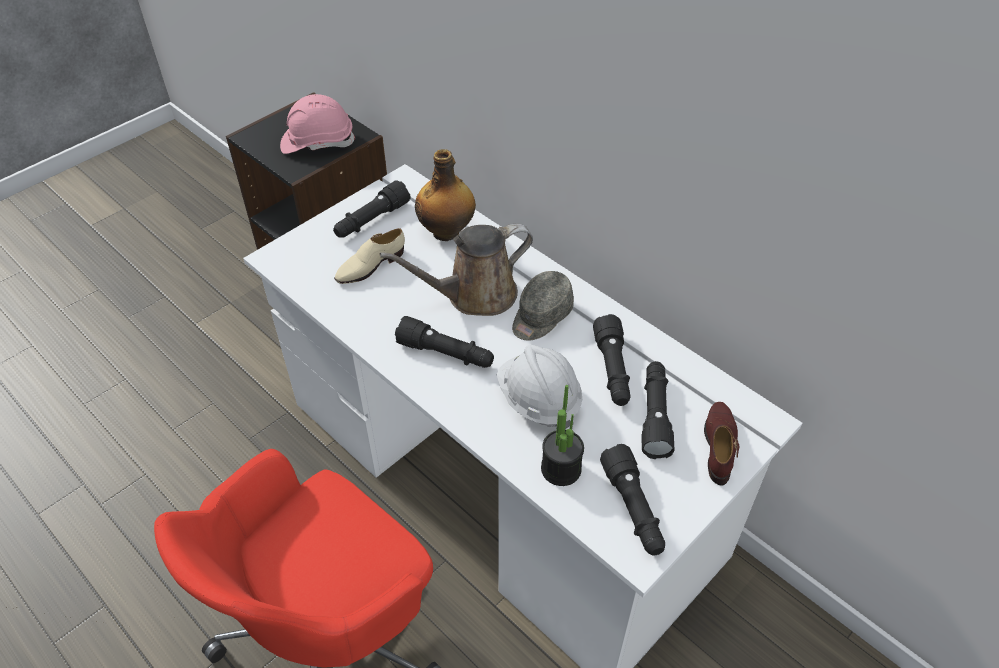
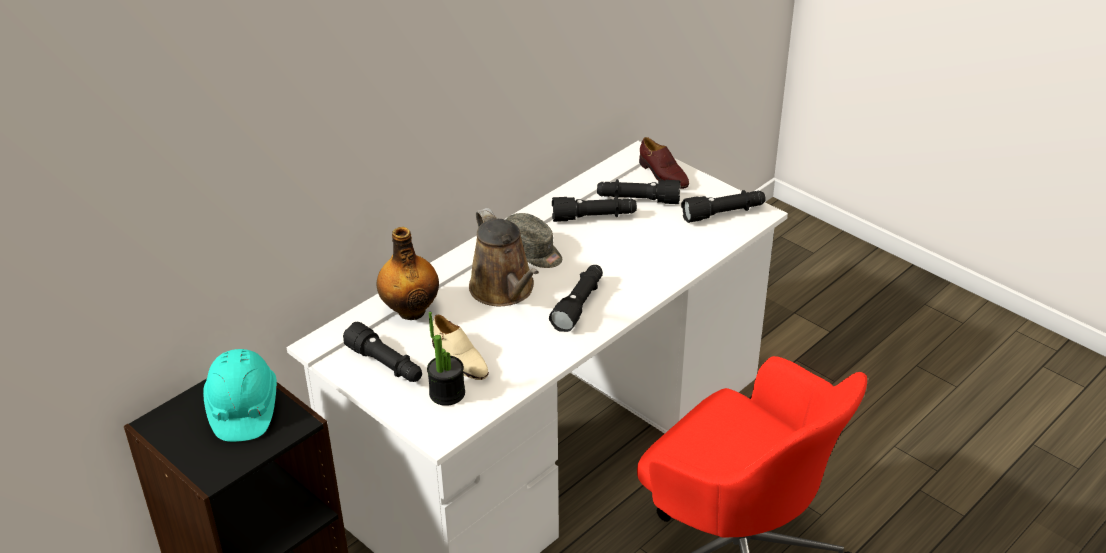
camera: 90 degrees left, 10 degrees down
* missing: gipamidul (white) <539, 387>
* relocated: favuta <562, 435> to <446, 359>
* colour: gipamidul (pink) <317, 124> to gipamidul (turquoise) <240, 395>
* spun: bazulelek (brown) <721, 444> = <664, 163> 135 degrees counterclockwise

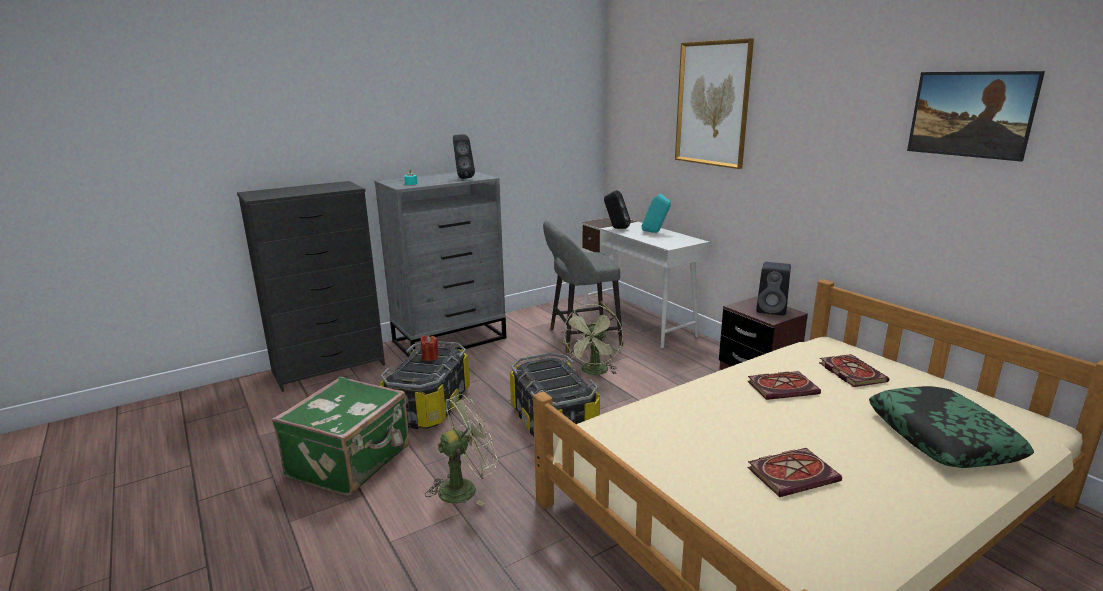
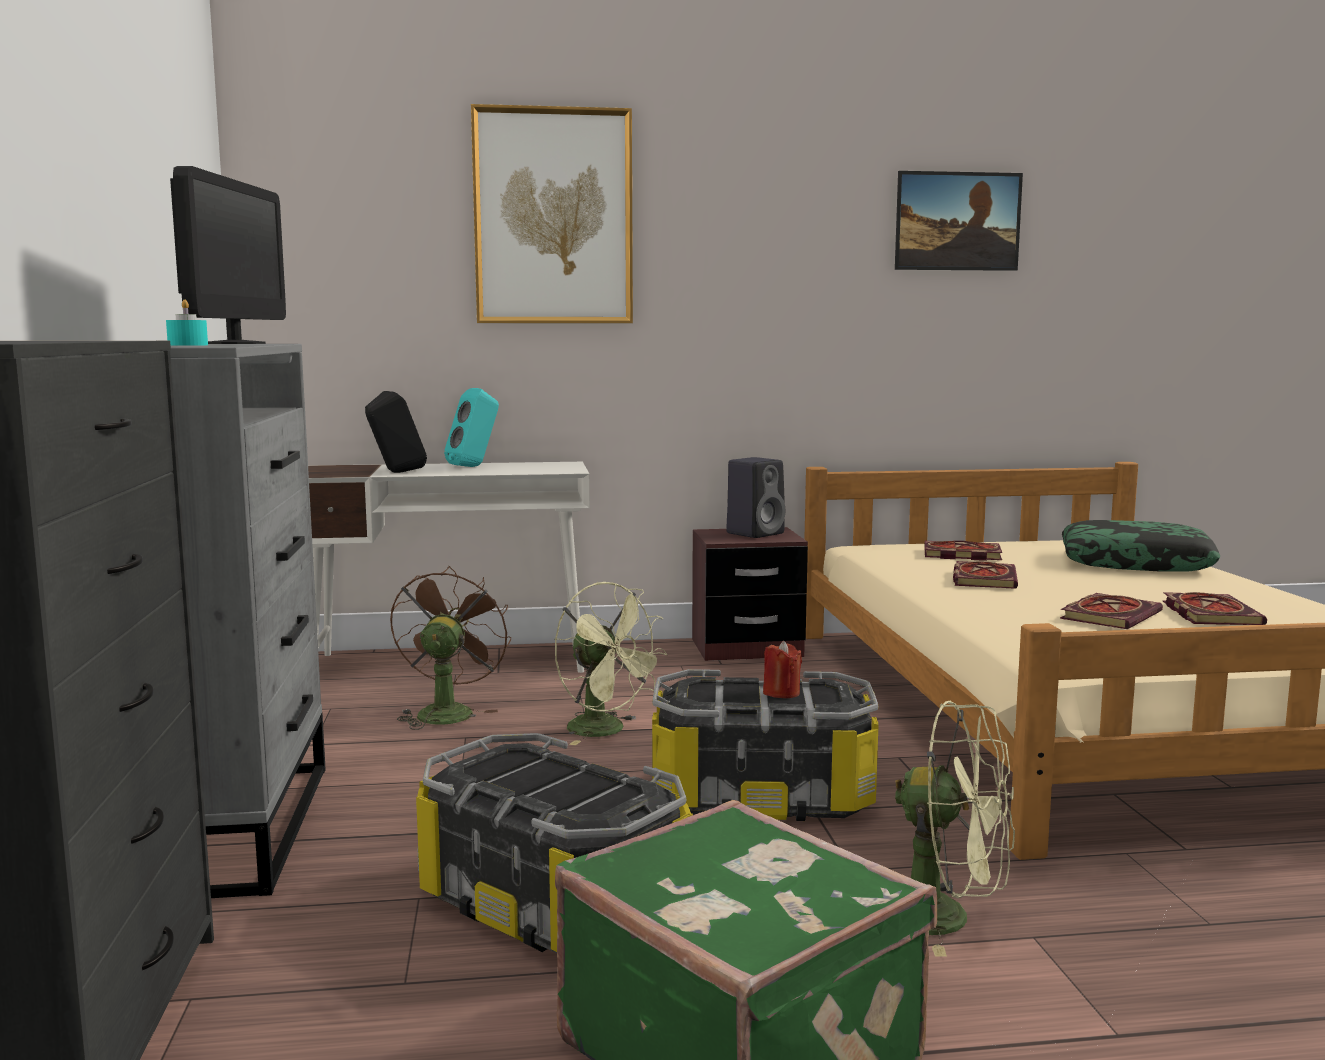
camera: 65 degrees left, 10 degrees down
* appeared: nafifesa <1111, 611>
* relocated: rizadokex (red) <429, 348> to <782, 669>
* exchanged: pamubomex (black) <464, 156> to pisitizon <228, 255>
* exchanged: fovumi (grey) <583, 287> to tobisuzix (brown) <450, 648>
* spun: tobisuzix (green) <461, 450> = <955, 829> 120 degrees clockwise

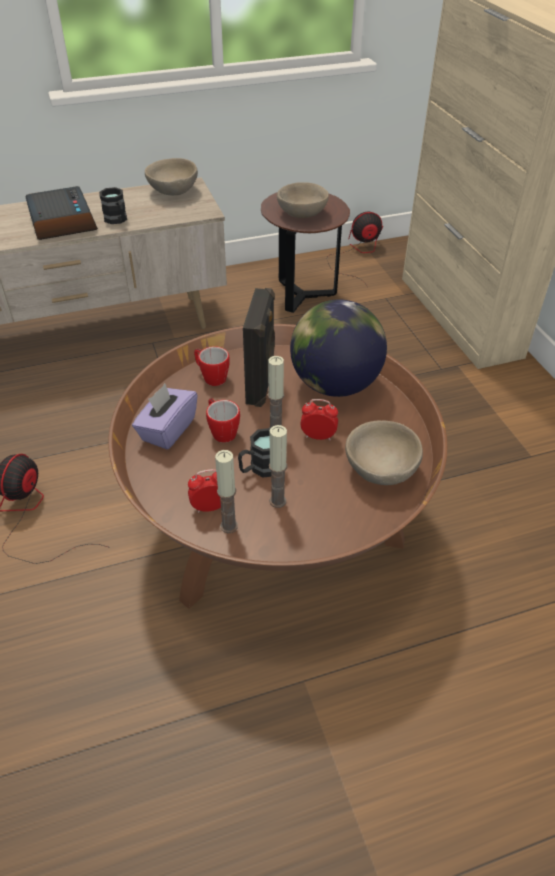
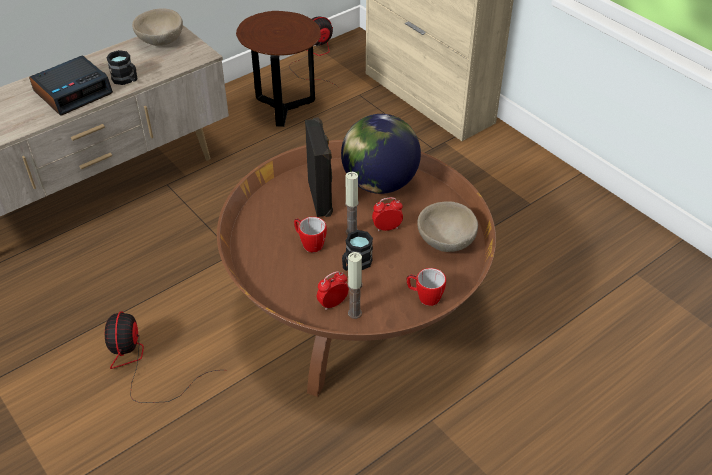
camera: 20 degrees left, 0 degrees up
* missing: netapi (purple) <165, 416>
* missing: rizadokex <278, 466>
* missing: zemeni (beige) <303, 200>
* relocated: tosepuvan <212, 366> to <426, 287>
* spun: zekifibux <62, 213> = <71, 85> 90 degrees clockwise

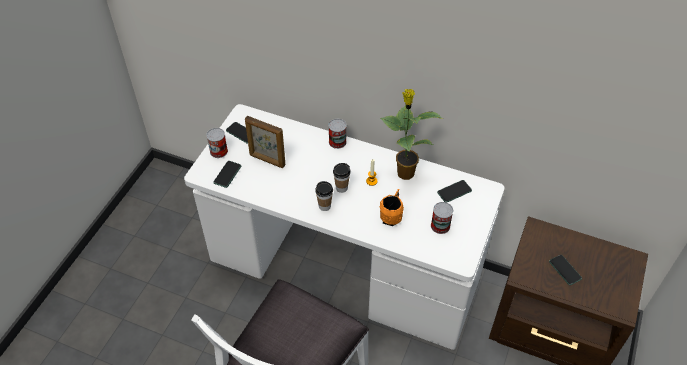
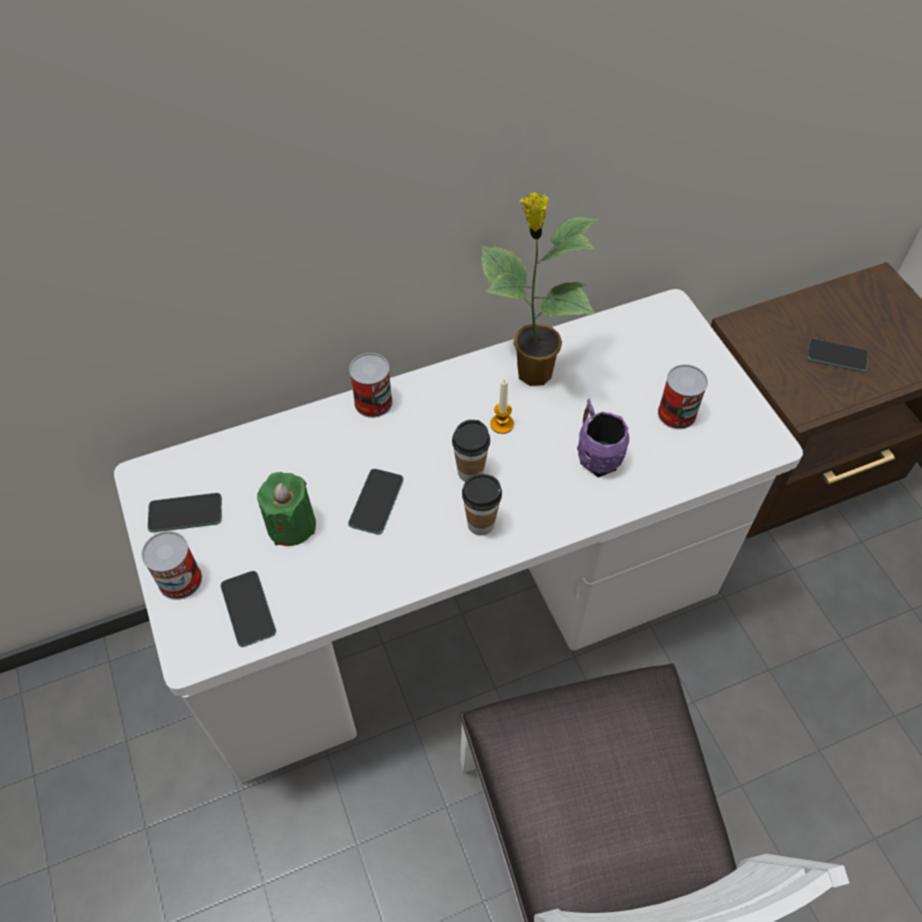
camera: 45 degrees left, 5 degrees up
* relocated: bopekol <454, 191> to <375, 501>
* exchanged: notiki <265, 142> to rizadokex (green) <286, 509>
* colour: tosepuvan (orange) <391, 207> to tosepuvan (purple) <603, 438>

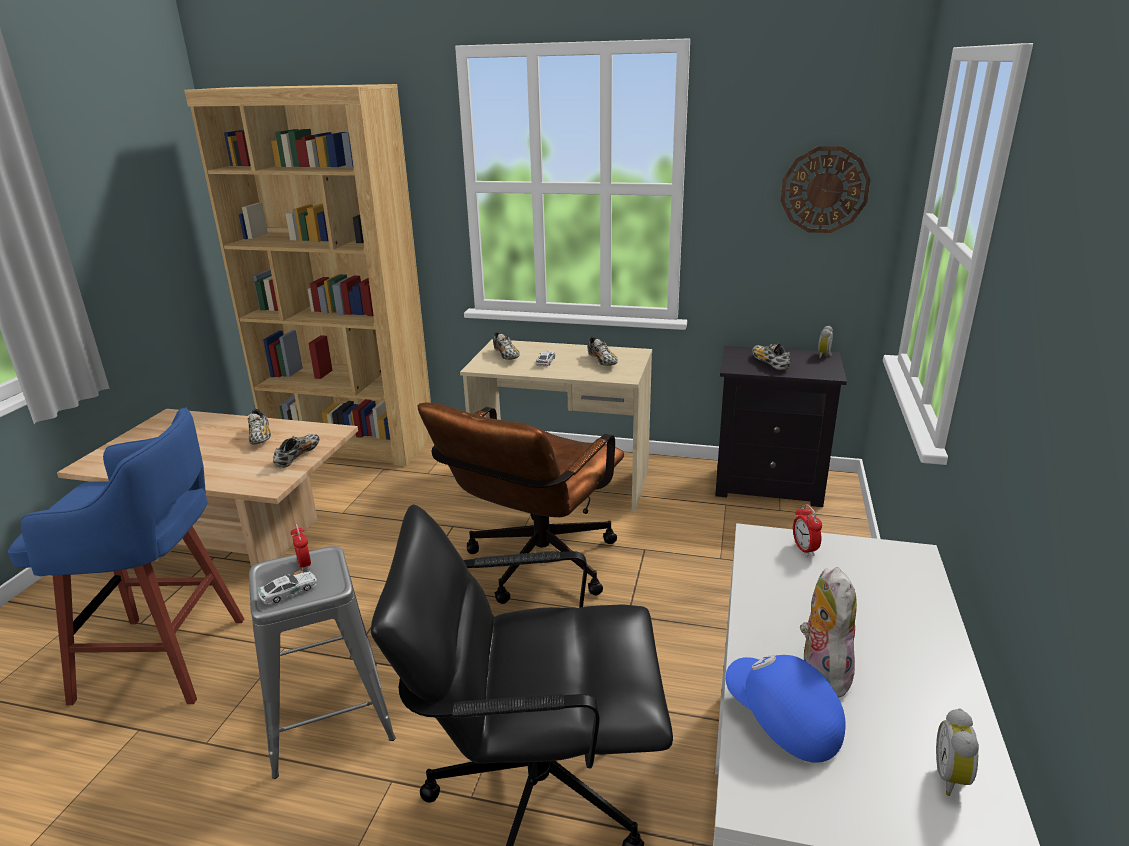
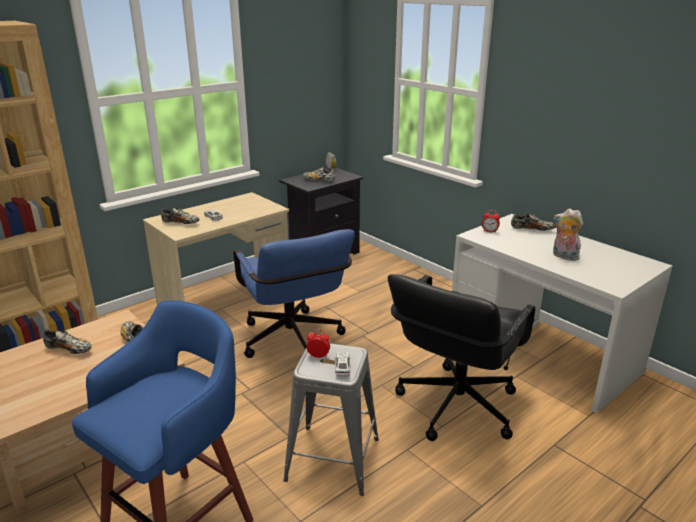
camera: 55 degrees left, 0 degrees up
* missing: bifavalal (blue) <786, 709>
* missing: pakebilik <826, 189>
* missing: zekifibux <957, 752>
* relocated: bazulelek <602, 351> to <533, 222>
* colour: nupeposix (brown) <521, 503> to nupeposix (blue) <294, 293>

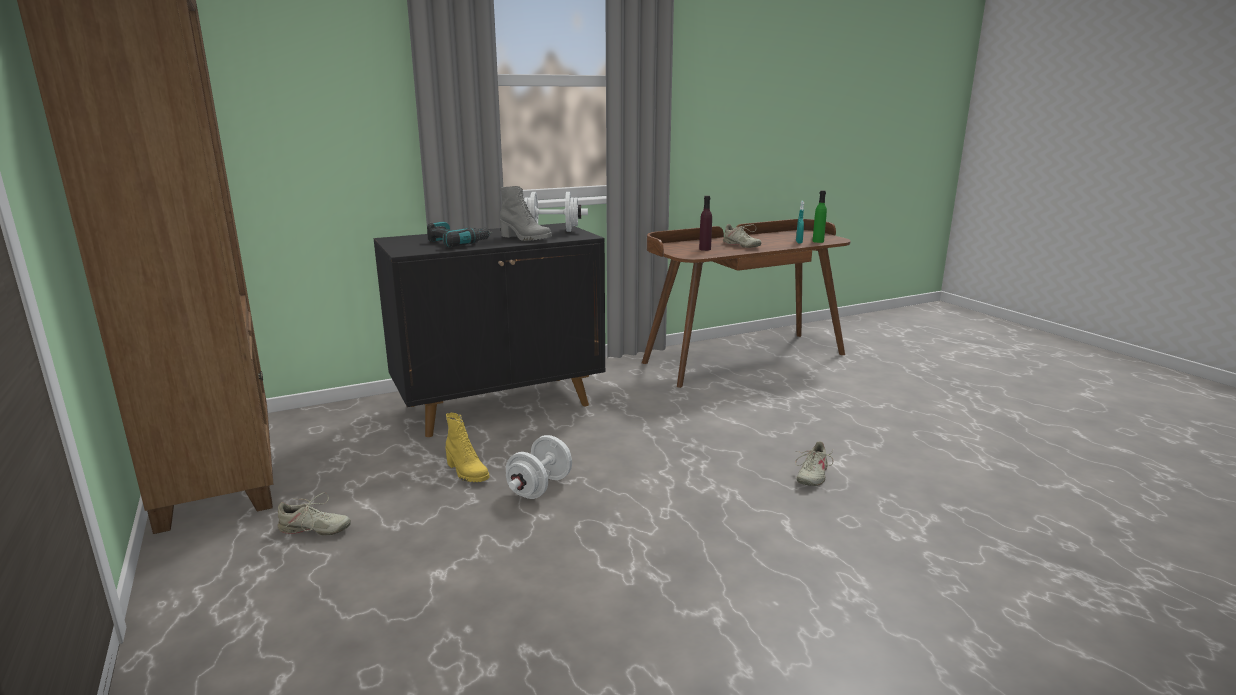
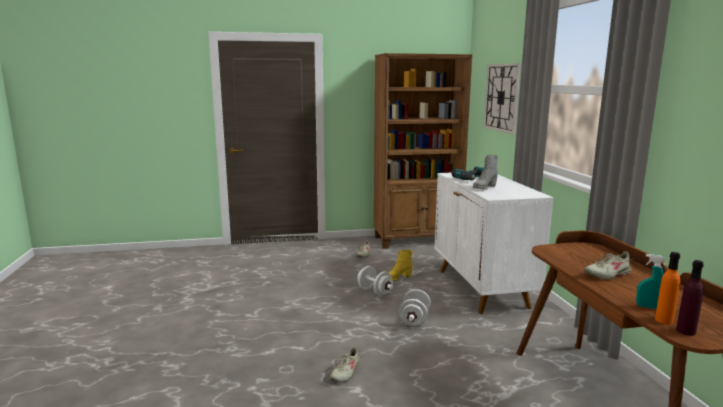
camera: 105 degrees right, 5 degrees down
* appeared: pakebilik <502, 98>
* relocated: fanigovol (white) <556, 212> to <415, 307>
* relocated: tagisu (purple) <705, 223> to <690, 298>
* colour: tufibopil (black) <489, 330> to tufibopil (white) <494, 243>
* colour: tagisu (green) <819, 216> to tagisu (orange) <667, 288>
* spun: bazulelek (beige) <814, 463> = <345, 364> 105 degrees counterclockwise

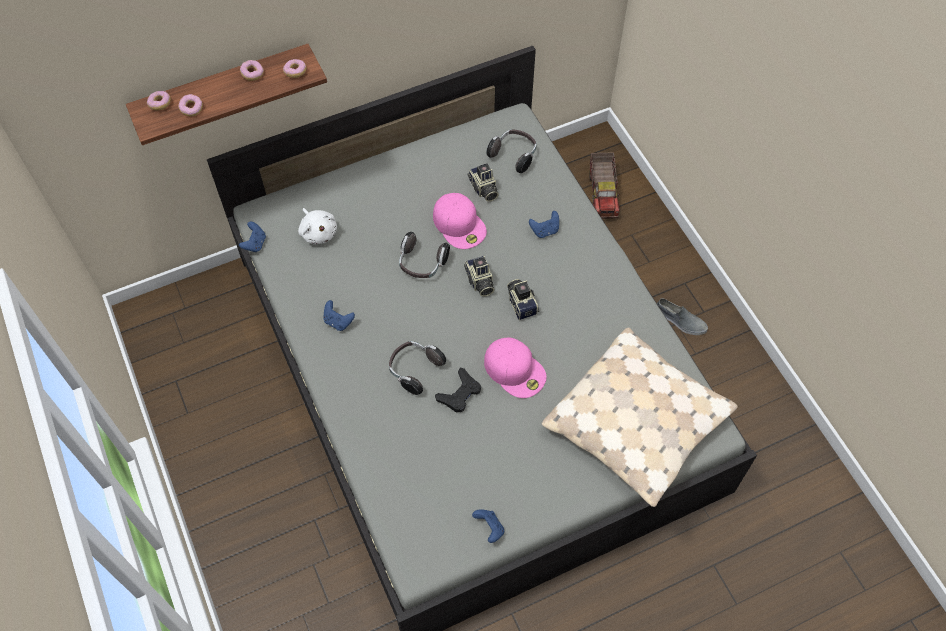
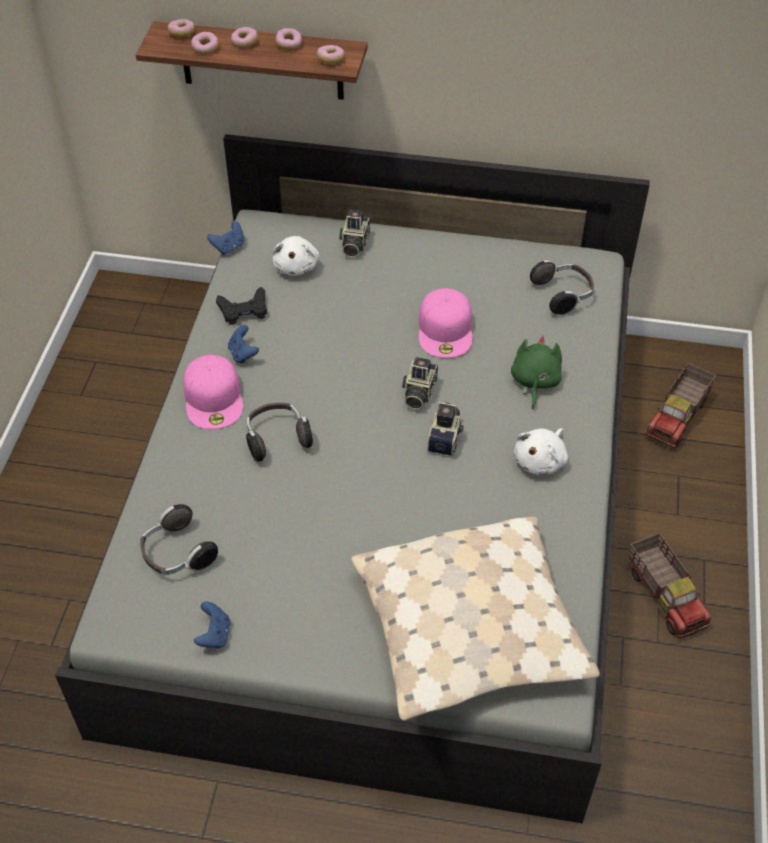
camera: 35 degrees right, 10 degrees down
* appeared: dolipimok <244, 37>
* appeared: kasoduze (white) <541, 451>
* relocated: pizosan <424, 255> to <179, 539>
* relocated: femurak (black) <458, 390> to <241, 306>
* relocated: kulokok <483, 182> to <354, 234>
* relocated: bifavalal (pink) <515, 368> to <213, 392>
* exchanged: femurak (blue) <544, 224> to kasoduze (green) <536, 372>
* exchanged: bazulelek (grey) <682, 316> to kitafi <670, 586>

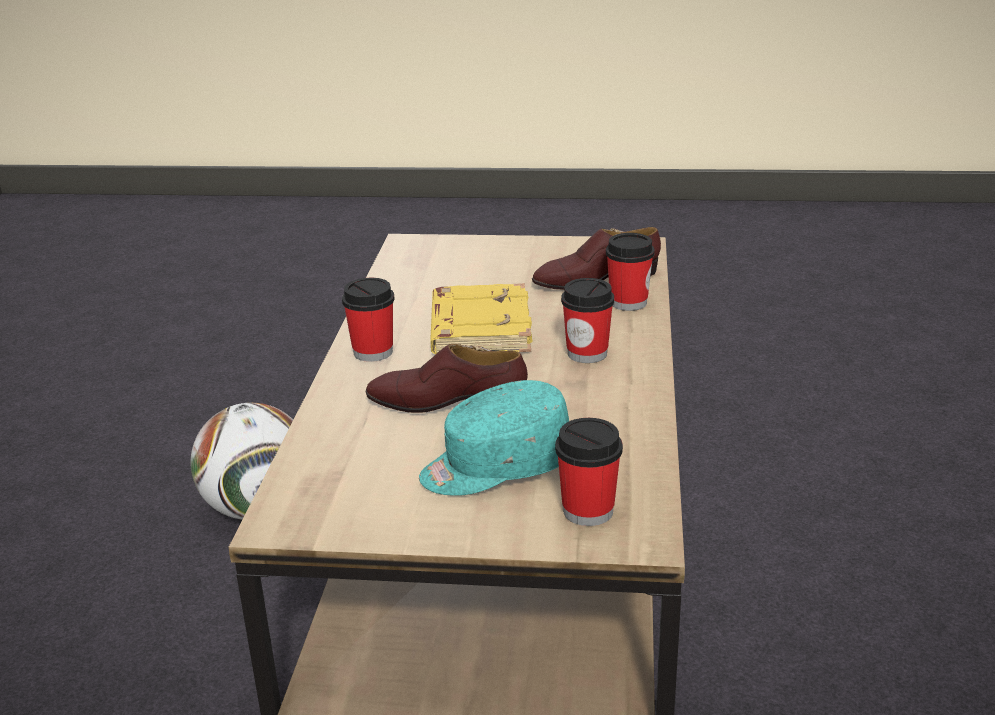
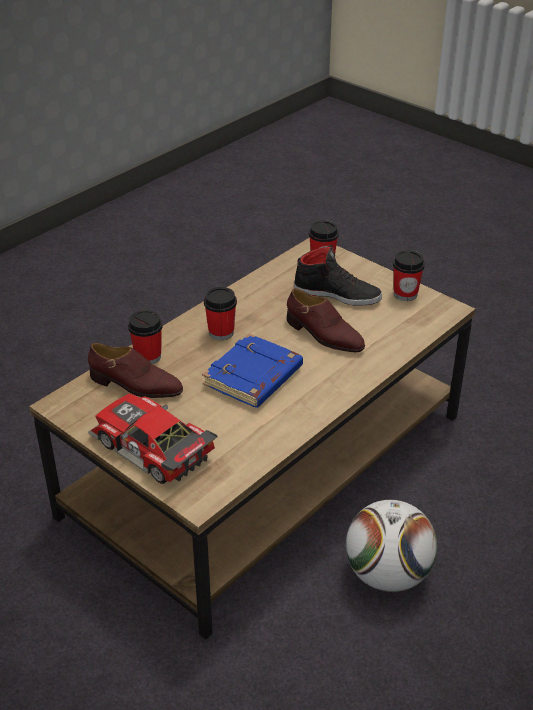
camera: 145 degrees left, 10 degrees up
* appeared: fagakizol <152, 439>
* relocated: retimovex <368, 320> to <409, 275>
* exchanged: bifavalal (turquoise) <494, 438> to bazulelek (black) <338, 275>
* colour: nafifesa (yellow) <481, 318> to nafifesa (blue) <252, 370>

